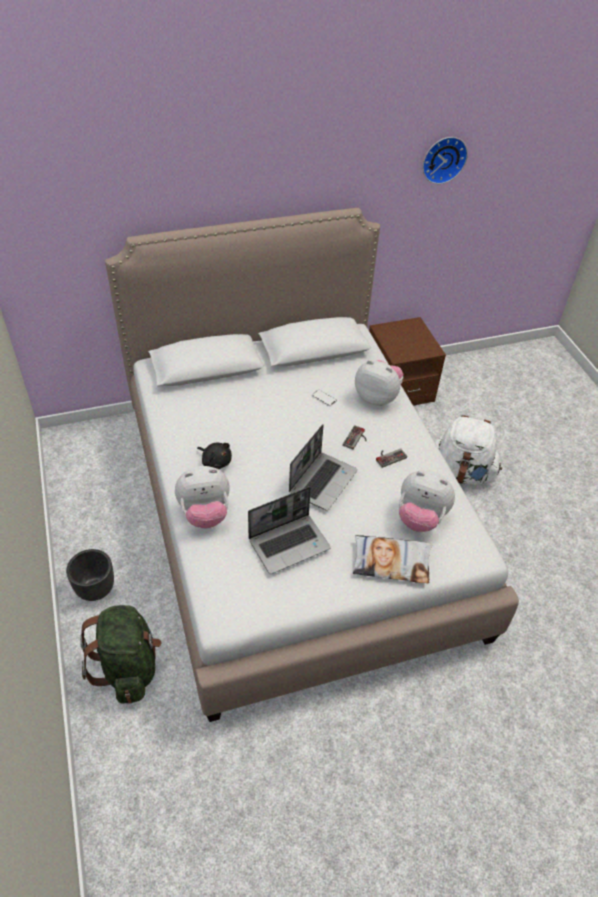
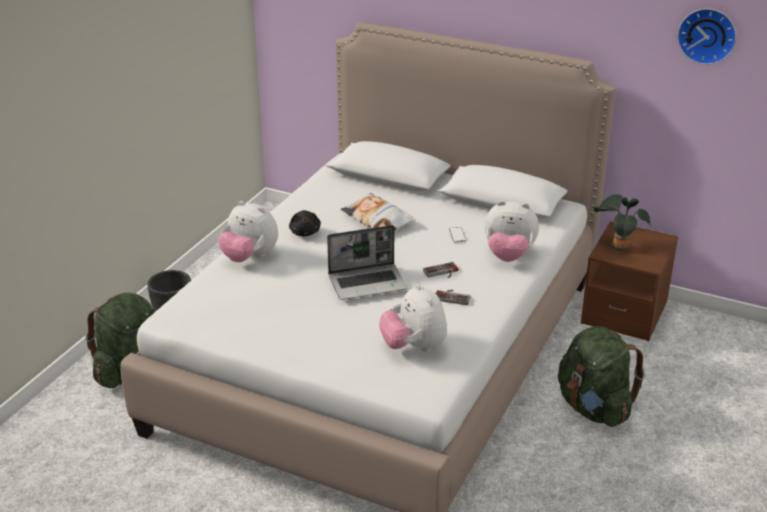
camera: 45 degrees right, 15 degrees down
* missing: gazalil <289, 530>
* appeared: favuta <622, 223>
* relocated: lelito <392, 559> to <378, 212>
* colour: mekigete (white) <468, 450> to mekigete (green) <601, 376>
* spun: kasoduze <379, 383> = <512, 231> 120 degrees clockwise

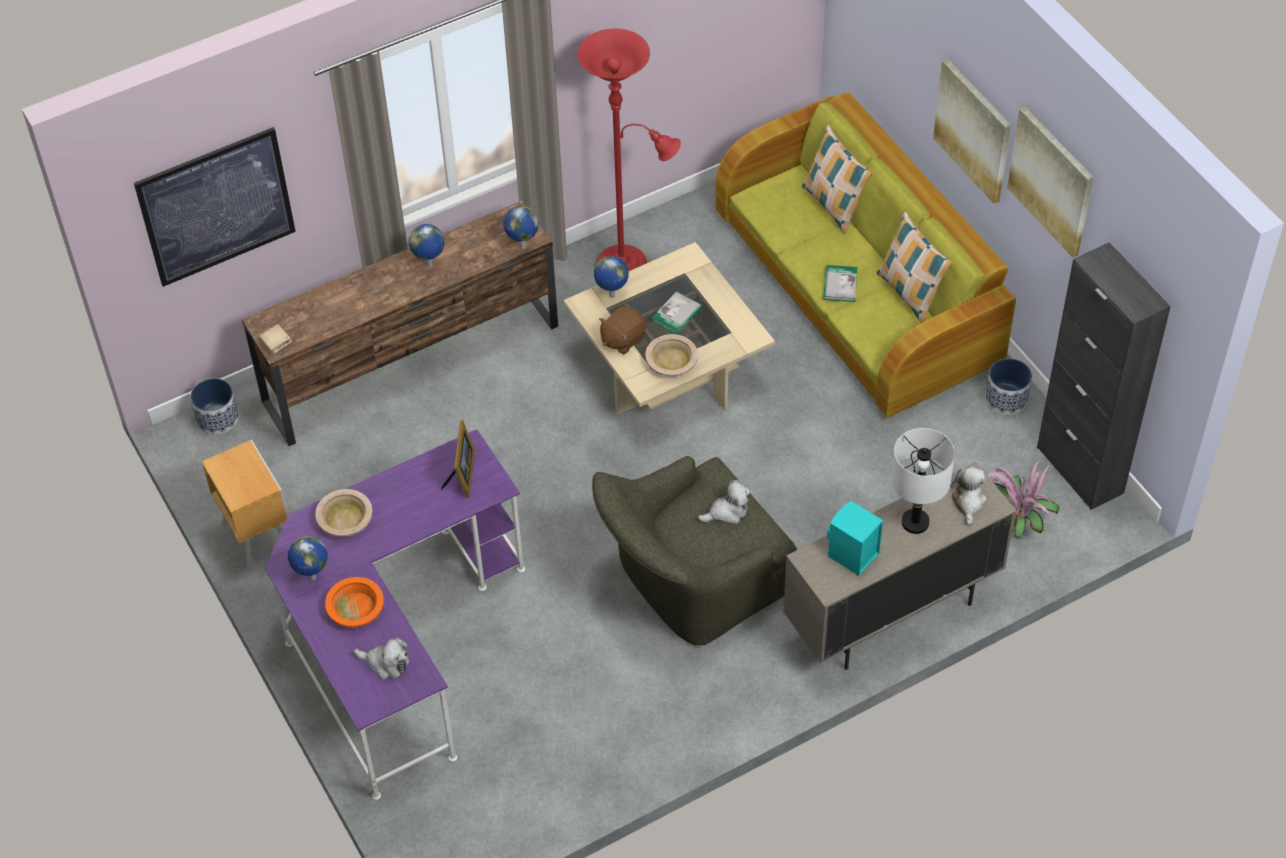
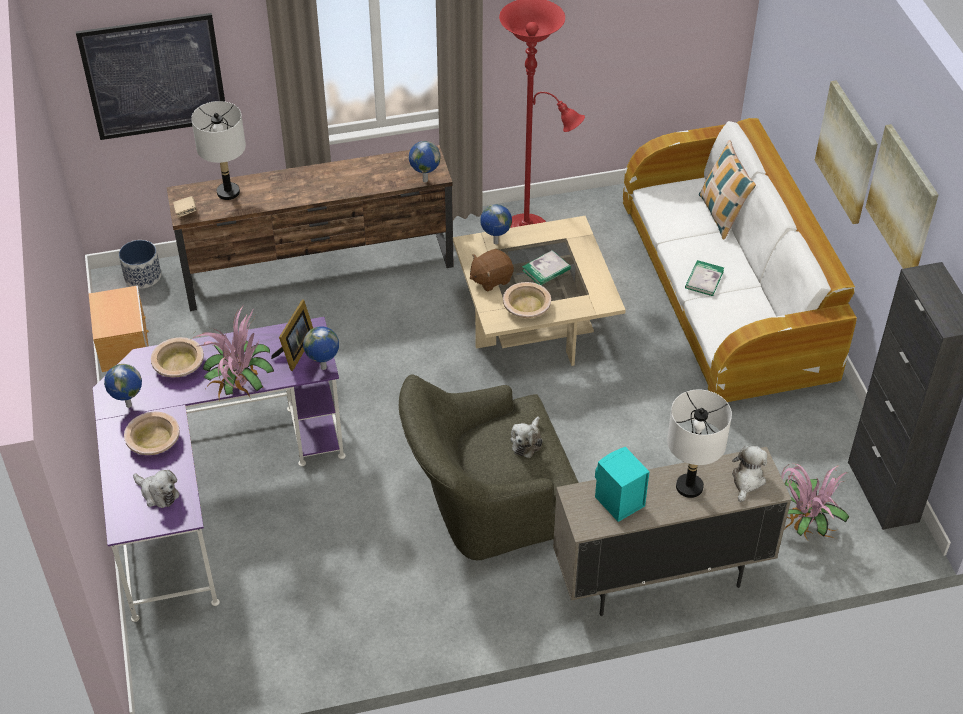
camera: 15 degrees right, 5 degrees down
* missing: lelito <915, 267>
* missing: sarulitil <1008, 386>
* appeared: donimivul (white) <218, 150>
* appeared: favuta <233, 351>
* relocated: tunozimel <426, 245> to <321, 348>
* colour: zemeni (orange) <354, 602> to zemeni (beige) <152, 433>
* colour: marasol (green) <865, 255> to marasol (white) <740, 260>
* spun: kasoduze <724, 502> = <526, 437> 120 degrees clockwise

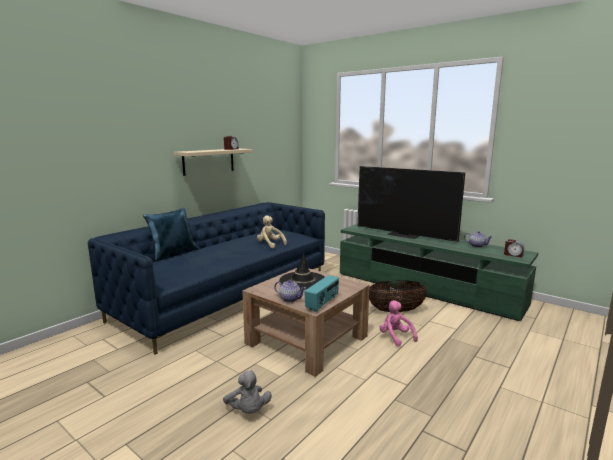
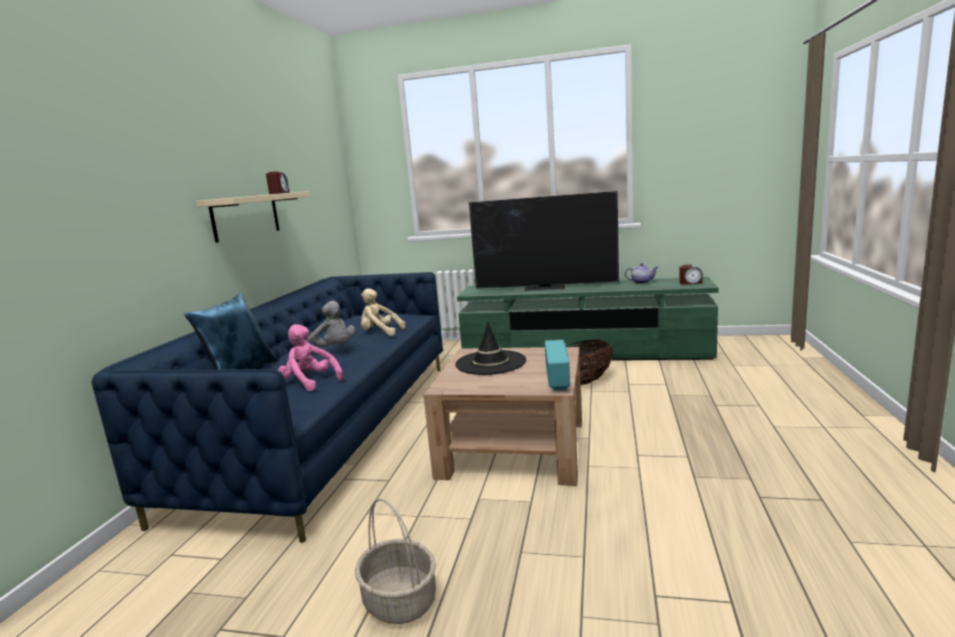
camera: 25 degrees left, 0 degrees up
* missing: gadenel <290, 291>
* appeared: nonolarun <395, 561>
* relocated: kasoduze (grey) <247, 392> to <331, 324>
* relocated: kasoduze (pink) <398, 323> to <310, 357>

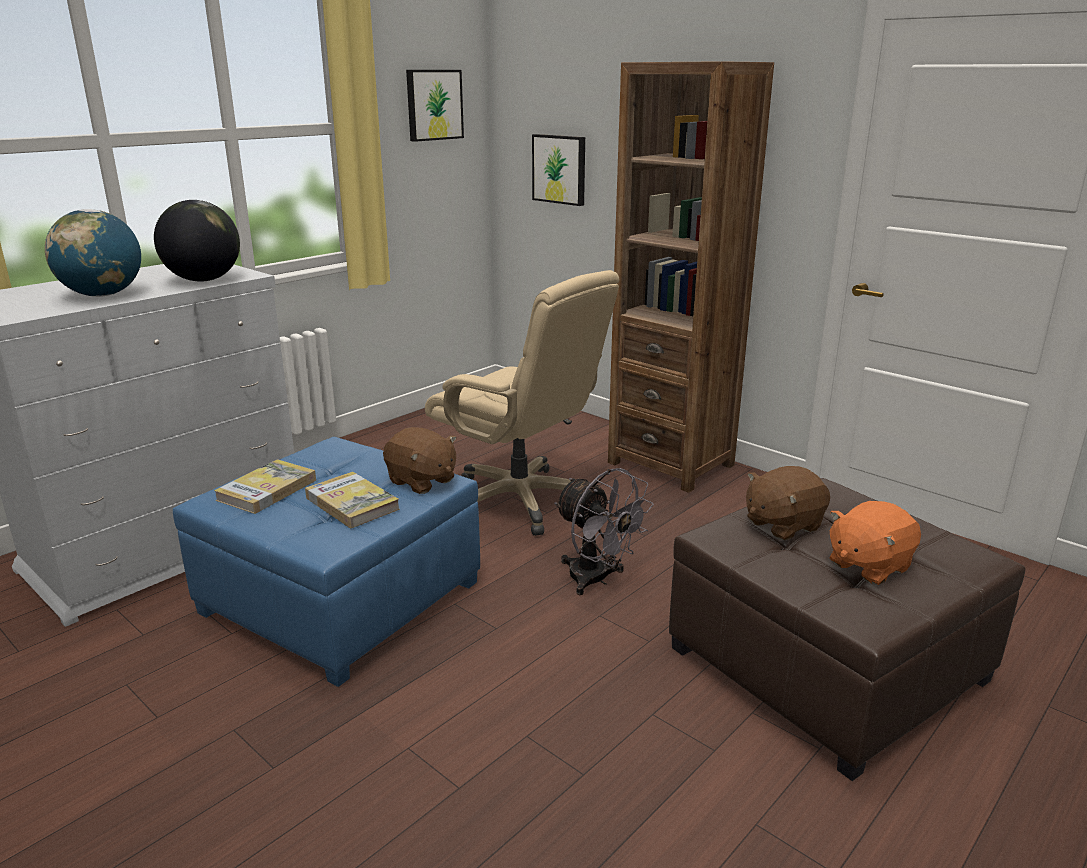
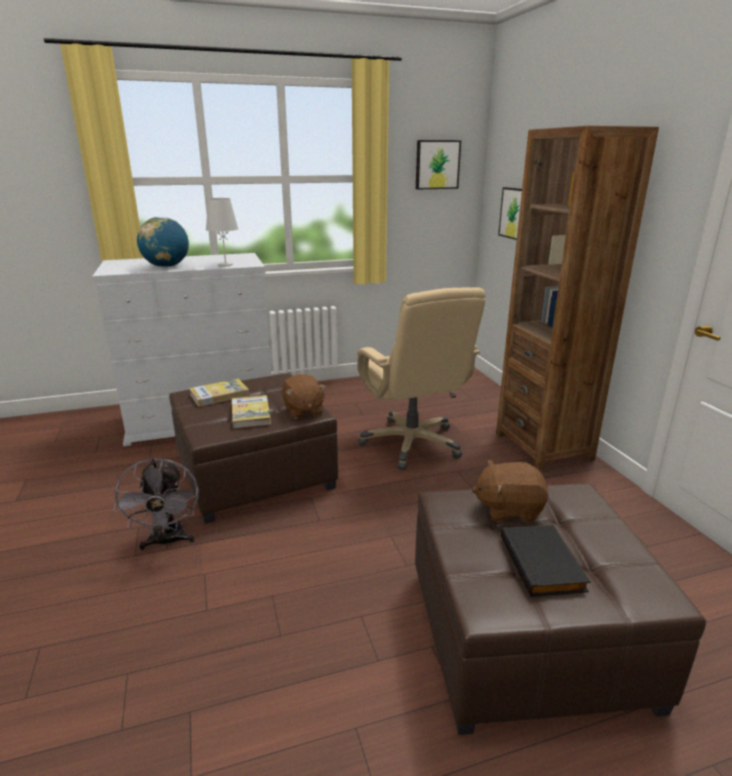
camera: 30 degrees right, 0 degrees up
* relocated: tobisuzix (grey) <604, 531> to <156, 503>
* exchanged: tunozimel <197, 241> to donimivul (white) <222, 232>
* exchanged: kasoduze (orange) <875, 543> to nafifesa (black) <546, 561>
* colour: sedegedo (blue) <326, 562> to sedegedo (brown) <253, 448>

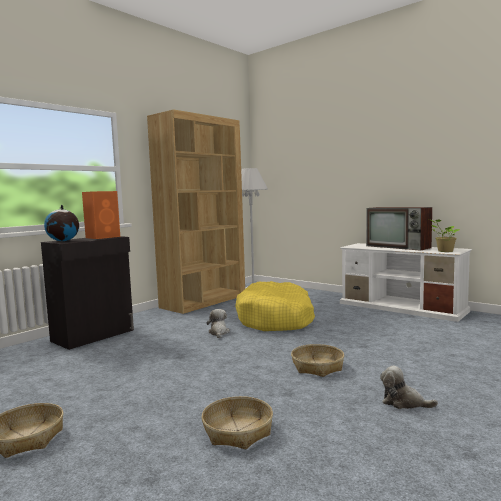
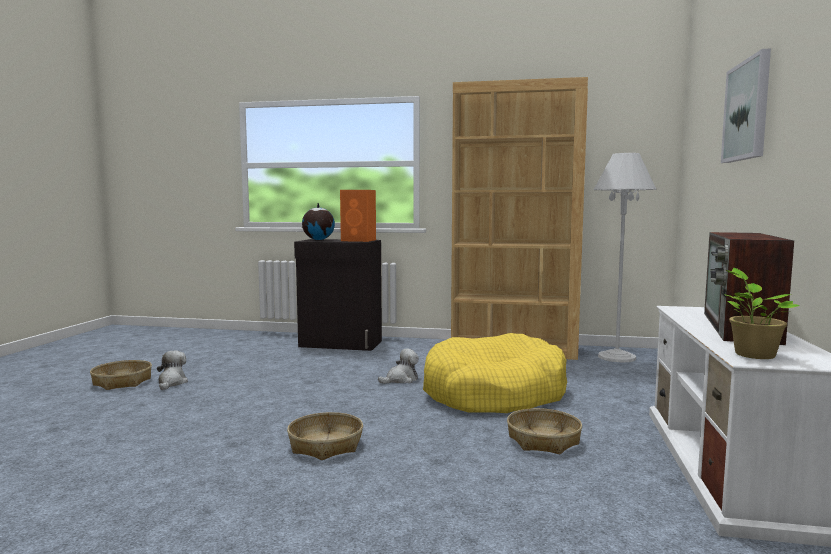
camera: 60 degrees right, 0 degrees up
* appeared: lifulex <746, 105>
* relocated: nonolarun <237, 422> to <544, 431>
* relocated: kasoduze <409, 387> to <172, 370>

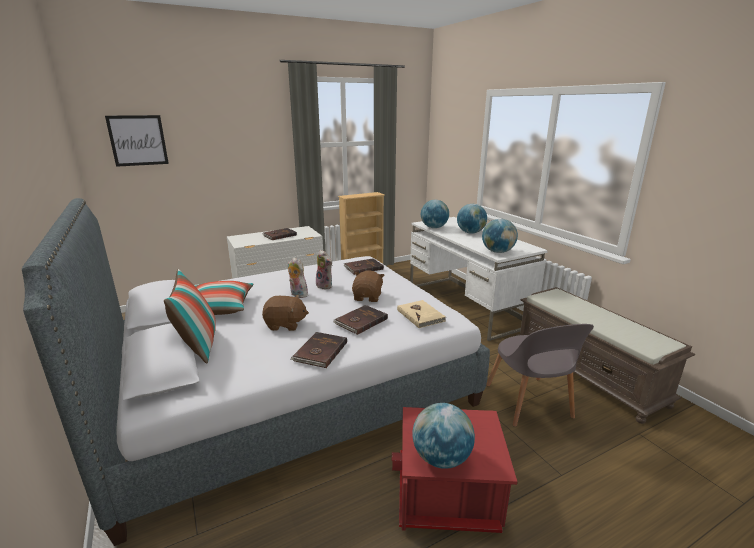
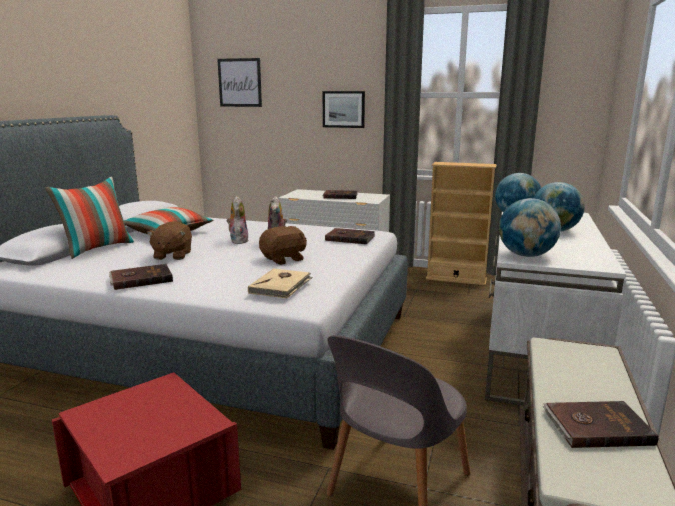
camera: 45 degrees right, 5 degrees down
* missing: tunozimel <444, 436>
* appeared: lifulex <344, 109>
* relocated: nafifesa (brown) <360, 320> to <601, 424>
* spun: kasoduze (brown) <285, 313> = <169, 240> 45 degrees clockwise

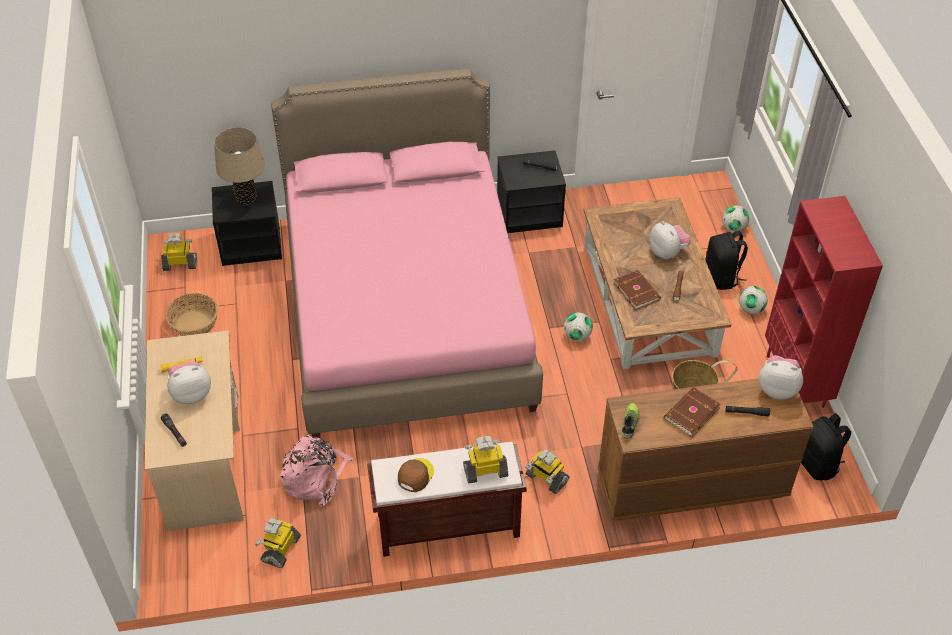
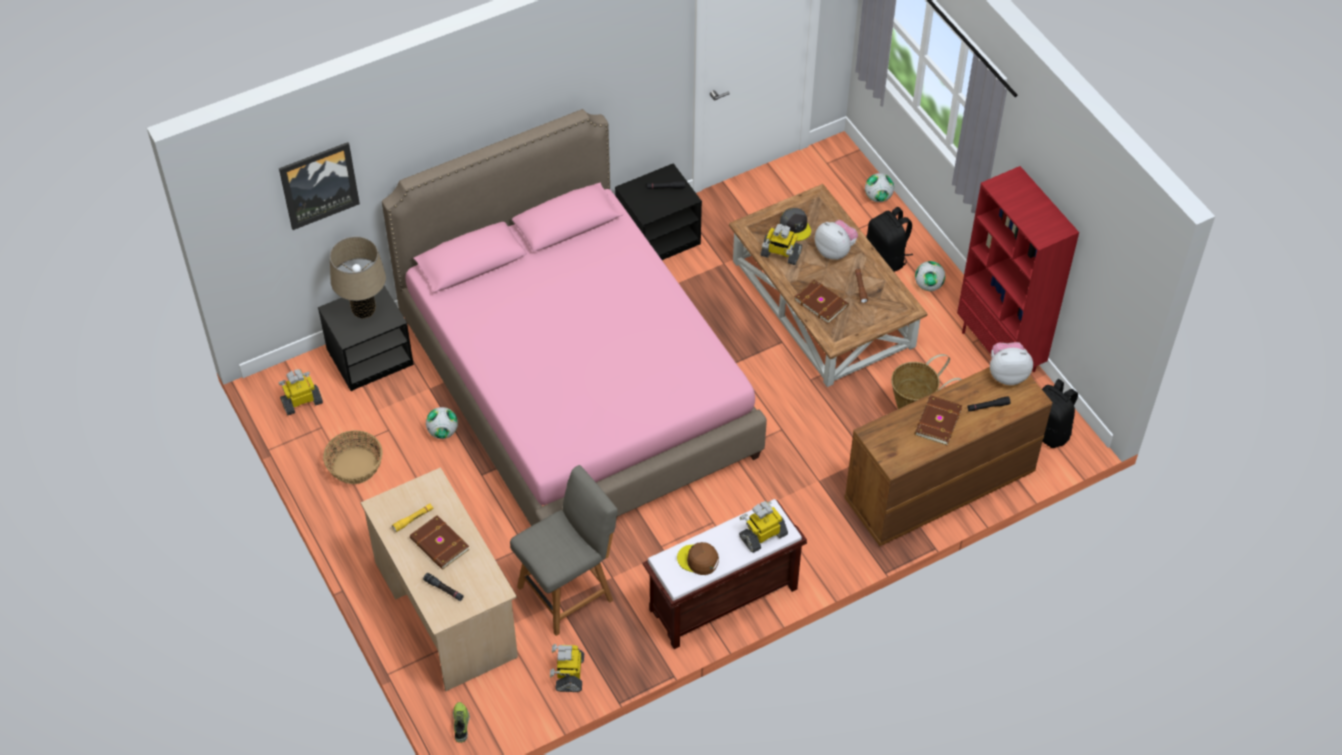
camera: 20 degrees left, 5 degrees up
* appeared: lifulex <319, 186>
* appeared: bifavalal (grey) <795, 224>
* relocated: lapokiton <547, 471> to <781, 244>
* relocated: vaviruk <578, 327> to <442, 423>
* relocated: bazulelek <630, 420> to <461, 722>
* exchanged: kasoduze <189, 382> to nafifesa (brown) <440, 542>
* exchanged: mekigete (pink) <316, 471> to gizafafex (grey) <564, 550>
* spun: bifavalal (brown) <416, 475> = <698, 558> 75 degrees counterclockwise

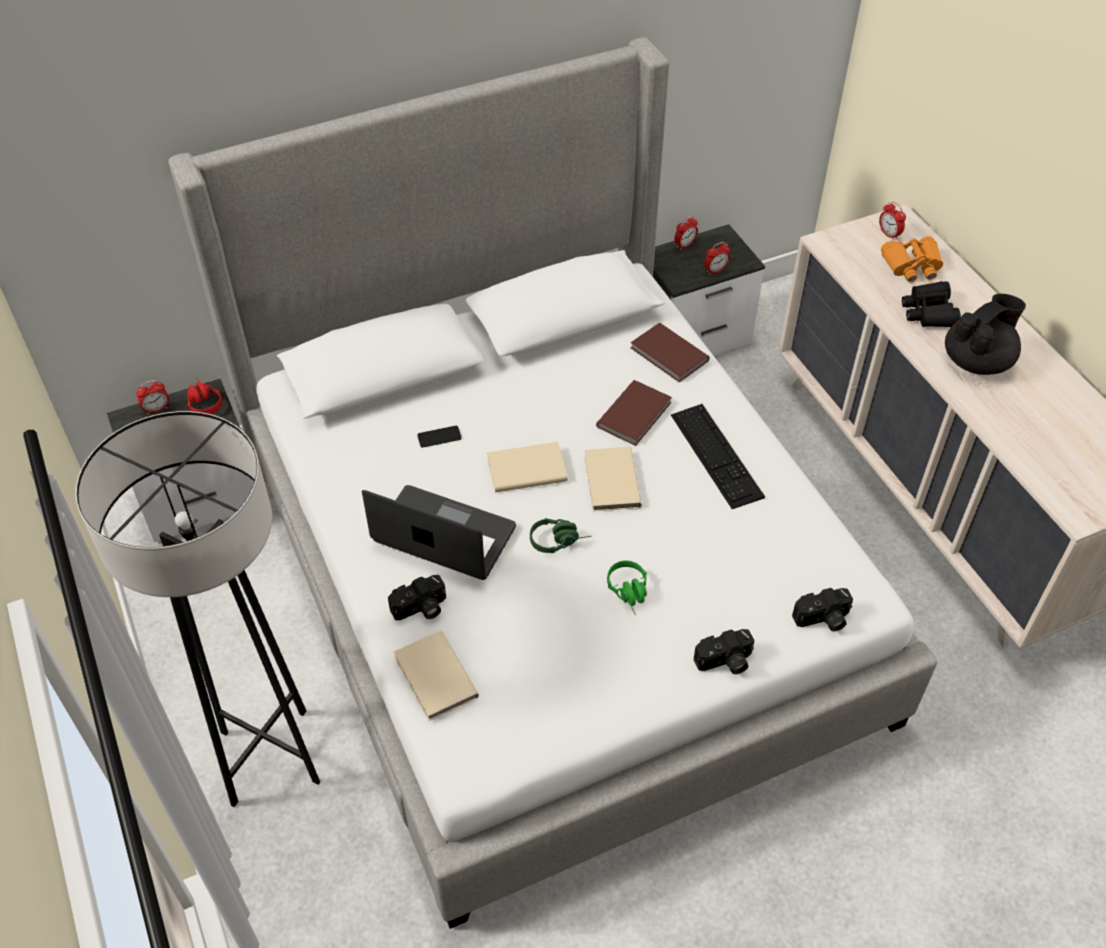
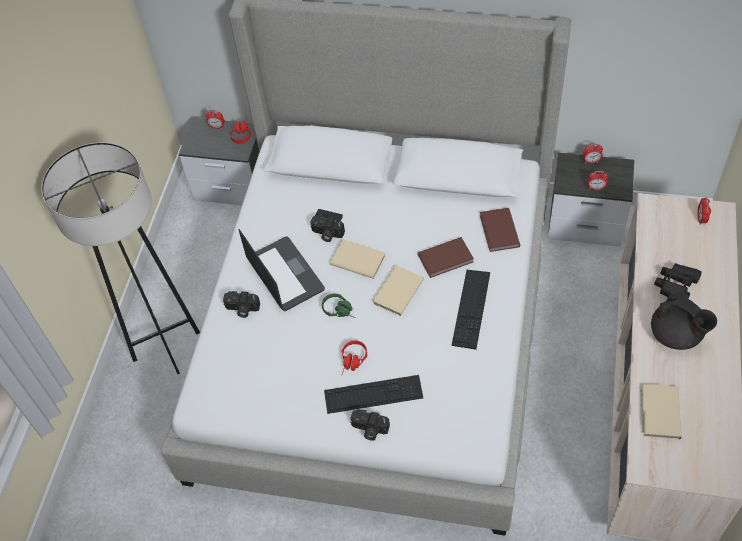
camera: 40 degrees right, 5 degrees up
* missing: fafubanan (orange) <912, 259>
* appeared: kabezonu <373, 394>
* relocated: nafifesa (beige) <436, 676> to <661, 411>
* relocated: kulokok <822, 609> to <328, 228>
* colour: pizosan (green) <627, 588> to pizosan (red) <354, 357>
* spun: gadenel (black) <985, 334> = <684, 321> 45 degrees clockwise

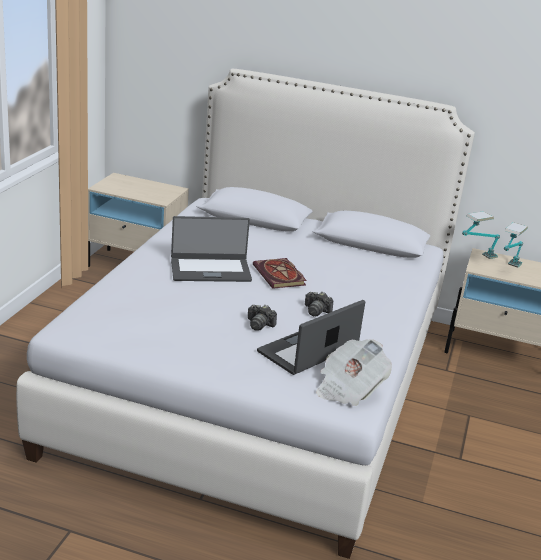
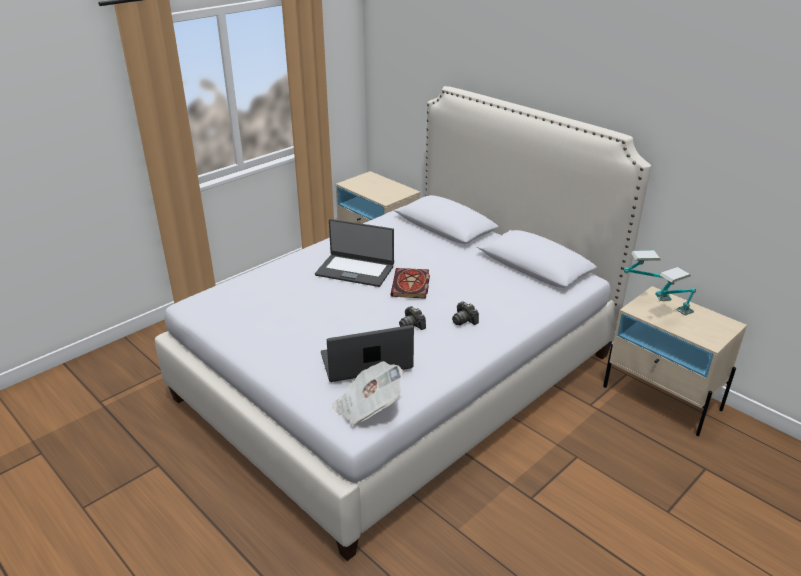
camera: 30 degrees right, 5 degrees up
* relocated: kulokok <262, 318> to <465, 313>

